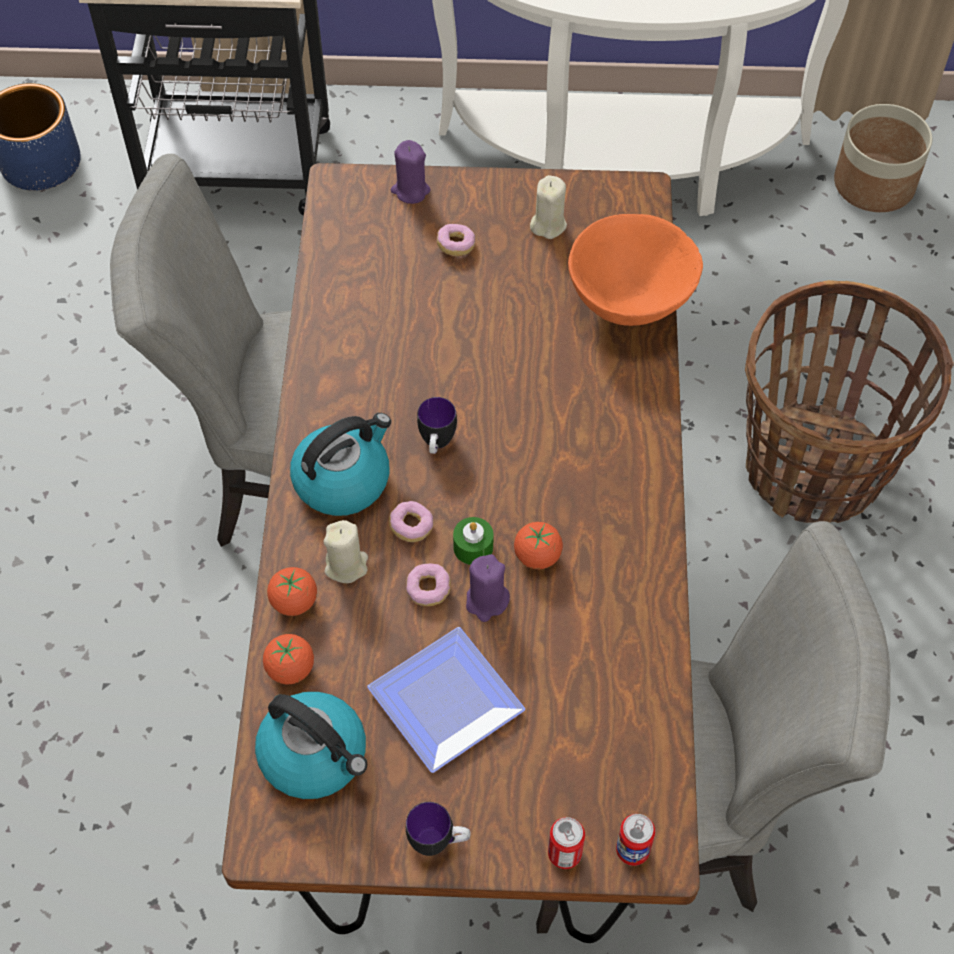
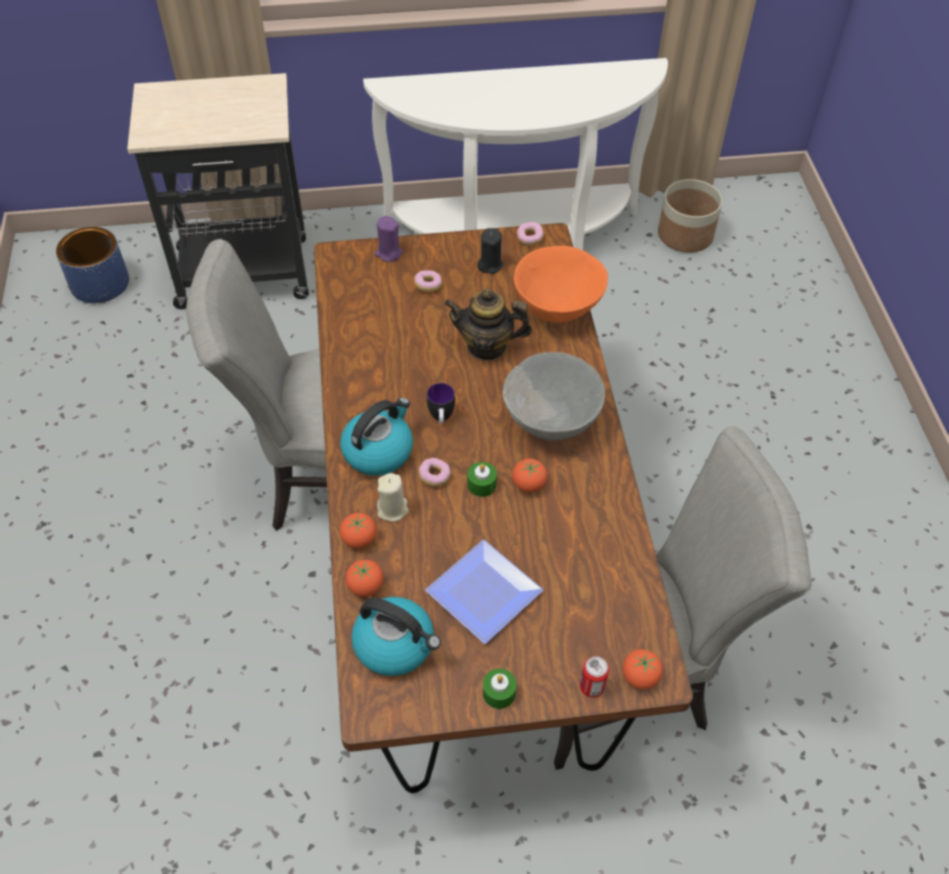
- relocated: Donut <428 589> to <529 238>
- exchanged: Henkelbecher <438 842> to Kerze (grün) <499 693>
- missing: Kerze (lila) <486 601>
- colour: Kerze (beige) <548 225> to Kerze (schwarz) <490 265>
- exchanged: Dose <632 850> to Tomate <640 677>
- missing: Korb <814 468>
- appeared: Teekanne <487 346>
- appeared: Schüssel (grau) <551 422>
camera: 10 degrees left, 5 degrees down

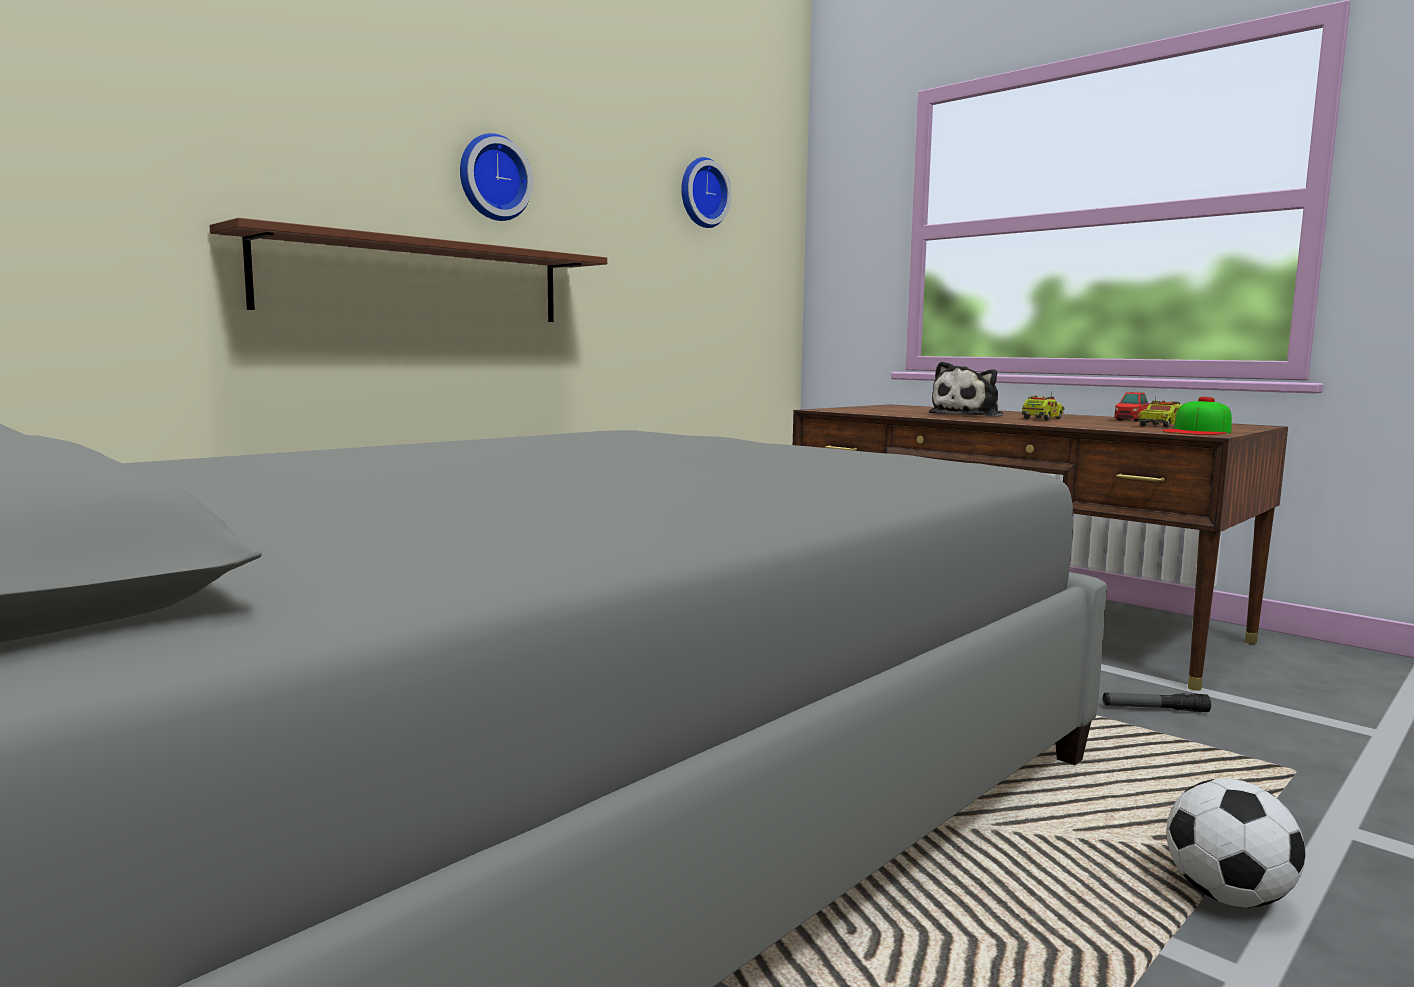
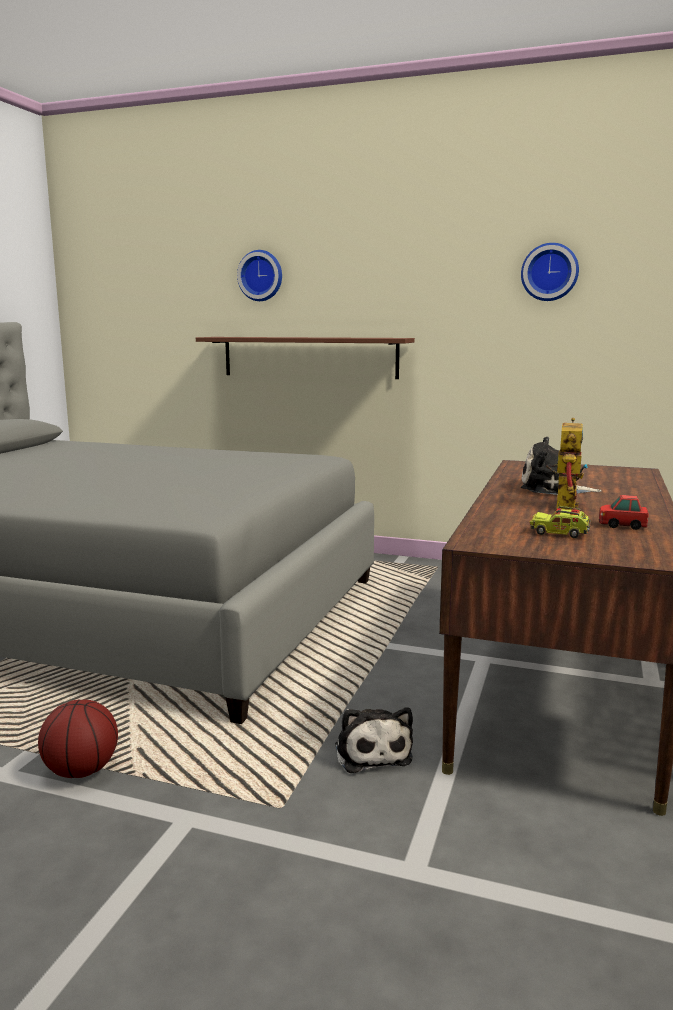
- relocated: Wanduhr <492 178> to <261 276>
- exchanged: Spielzeuglaster <1042 418> to Spielzeugroboter <563 504>
- exchanged: Taschenlampe <1154 709> to Plüschtier <372 752>
- missing: Kappe <1198 431>
- exchanged: Fußball <1227 896> to Basketball <81 770>
camera: 65 degrees right, 5 degrees up

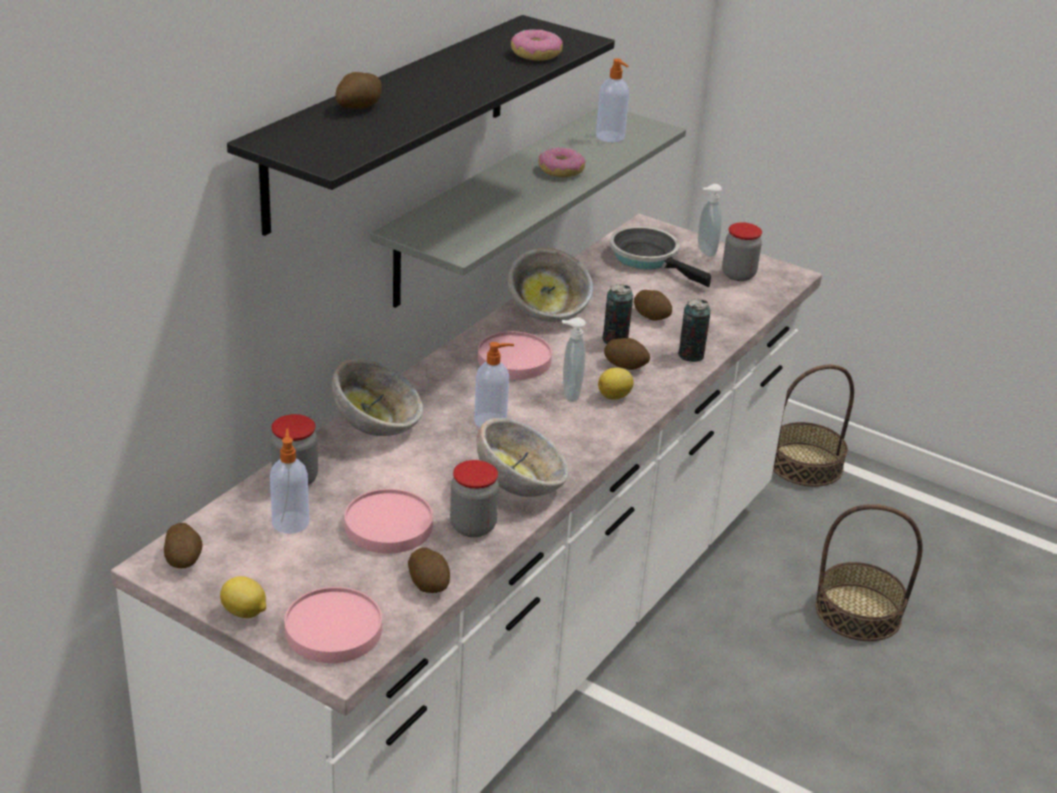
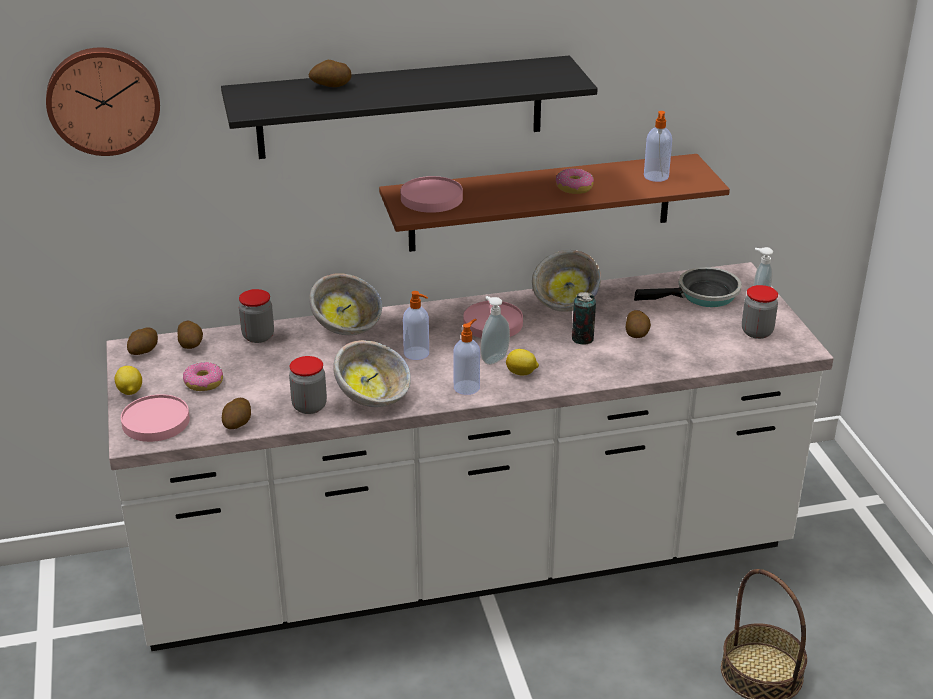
- relocated: Seifenspender <290 522> to <467 387>
- relocated: Teller (rosa) <389 526> to <431 198>
- colour: Wandregal (grau) <495 203> to Wandregal (braun) <540 203>
- relocated: Donut <535 54> to <203 383>
- relocated: Kartoffel <626 365> to <191 344>
- spun: Pfanne <648 258> = <702 295> 75 degrees clockwise
- missing: Dose <691 355>
- missing: Korb <805 464>
- appeared: Wanduhr <103 100>
camera: 45 degrees right, 0 degrees up

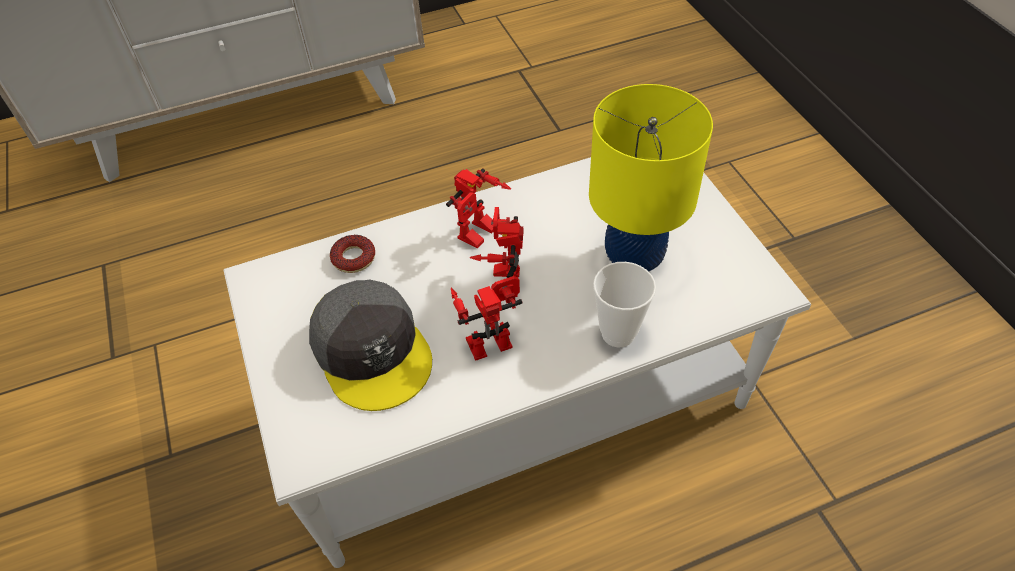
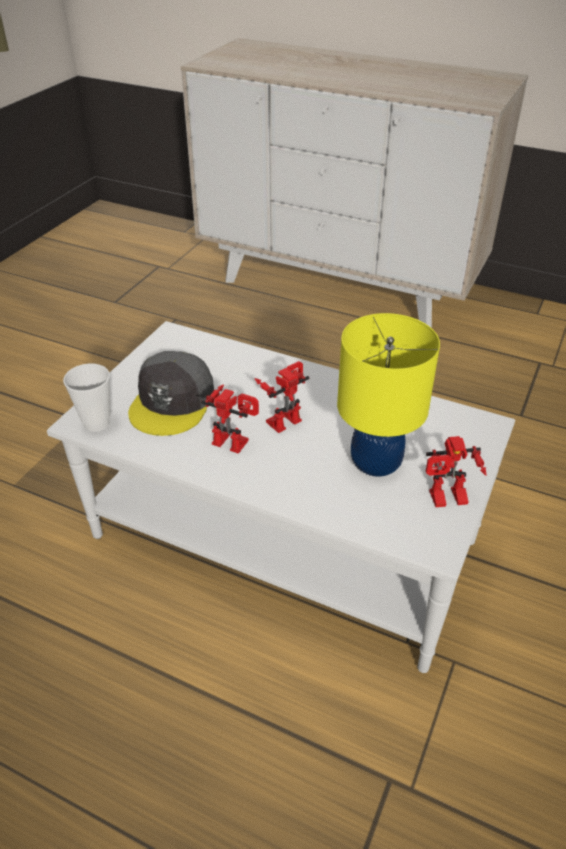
- missing: Donut <353 258>
- relocated: Spielzeugroboter <480 236> to <447 501>
- relocated: Tasse <618 333> to <96 423>
camera: 45 degrees right, 10 degrees down

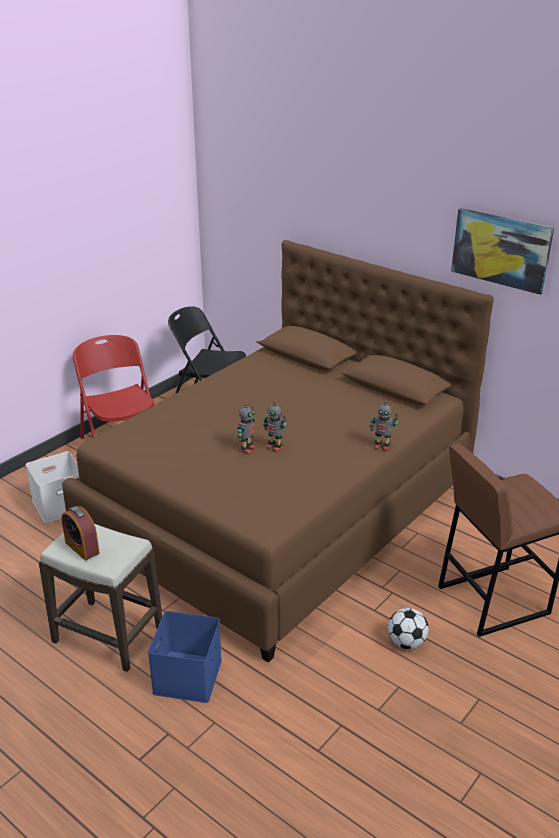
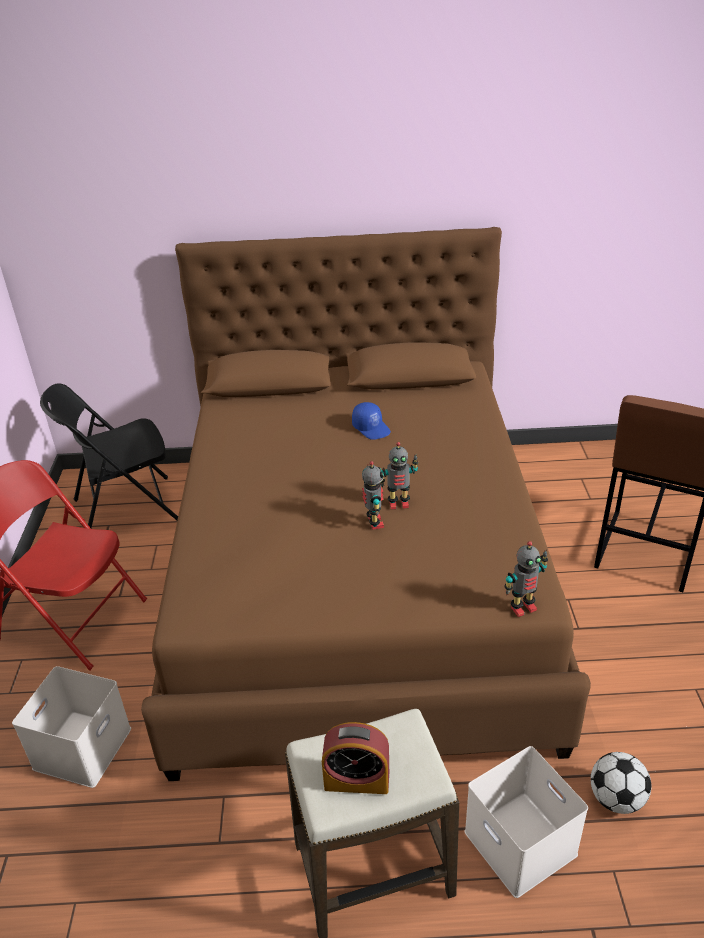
- colour: Aufbewahrungsbox (blau) <188 677> to Aufbewahrungsbox (weiß) <523 843>
- relocated: Spielzeugroboter <382 447> to <522 607>
- relocated: Fußball <406 642> to <616 799>
- missing: Bild <501 250>
- appeared: Kappe (blau) <372 428>
camera: 40 degrees left, 5 degrees up

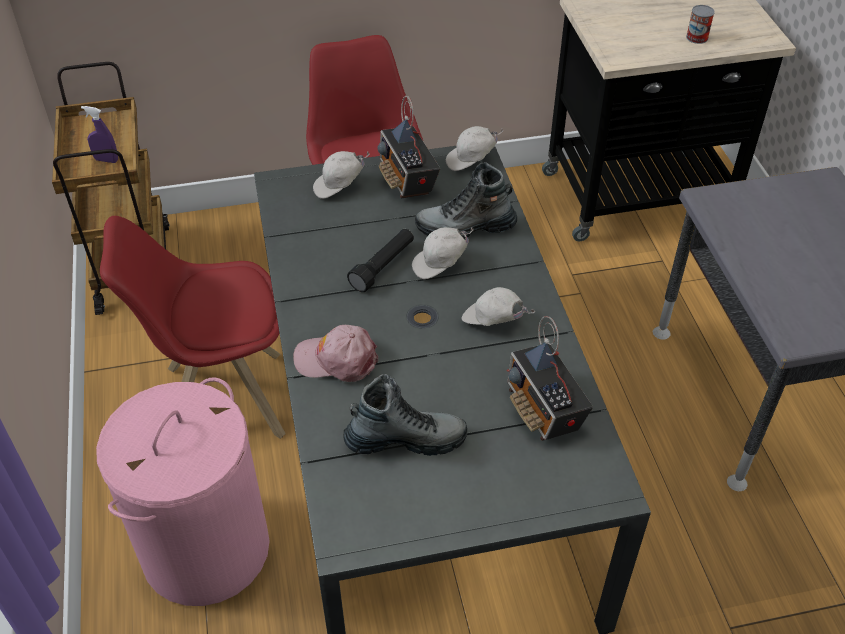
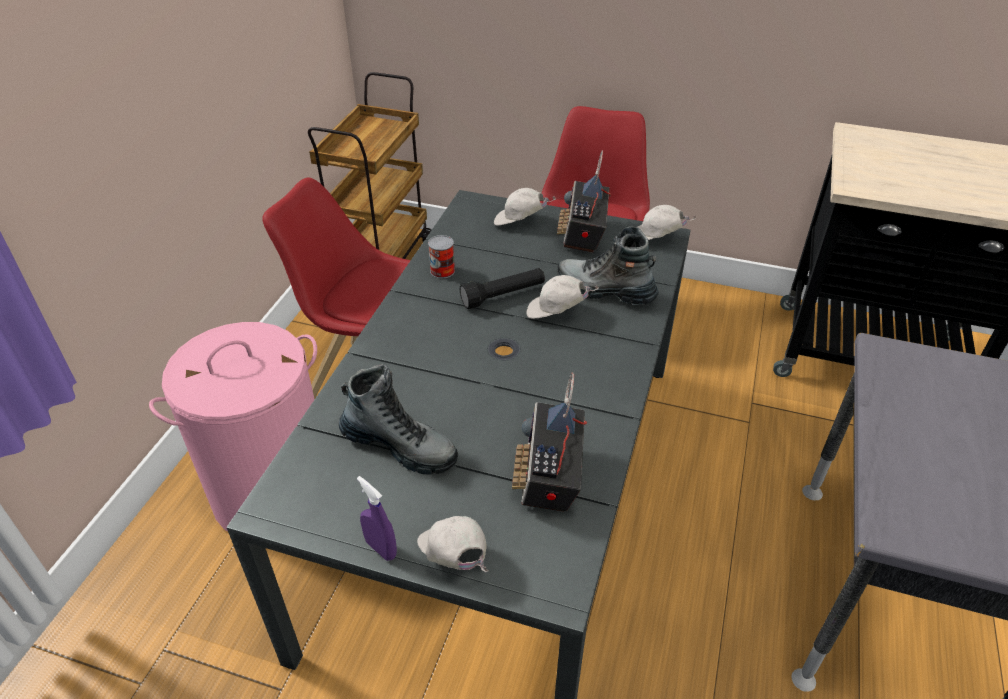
- relocated: Sprühflasche (lila) <106 160> to <381 548>
- missing: Kappe (rosa) <337 359>
- relocated: Kappe (weiß) <493 322> to <454 557>
- relocated: Dose <697 37> to <442 270>
camera: 30 degrees right, 5 degrees down

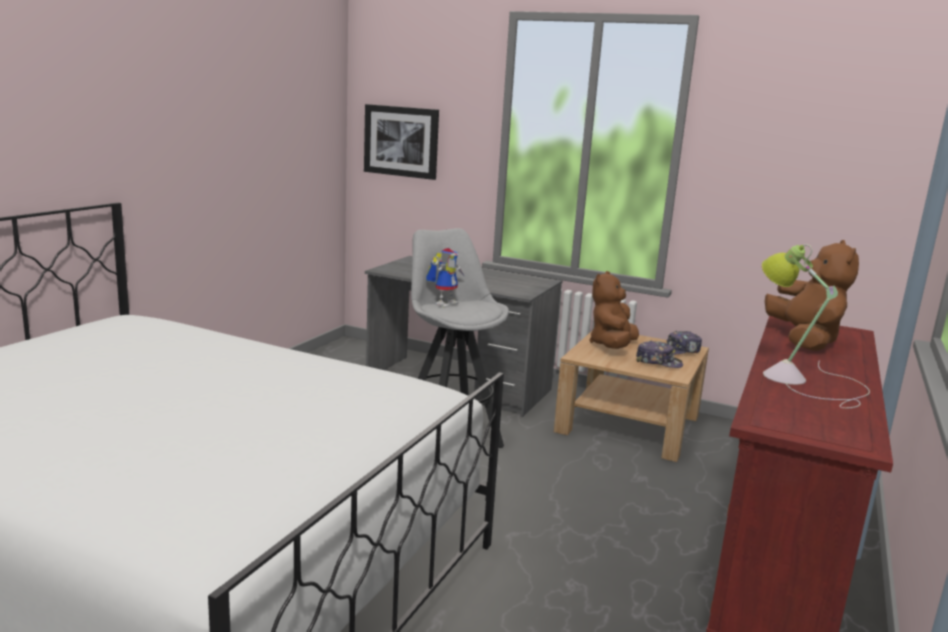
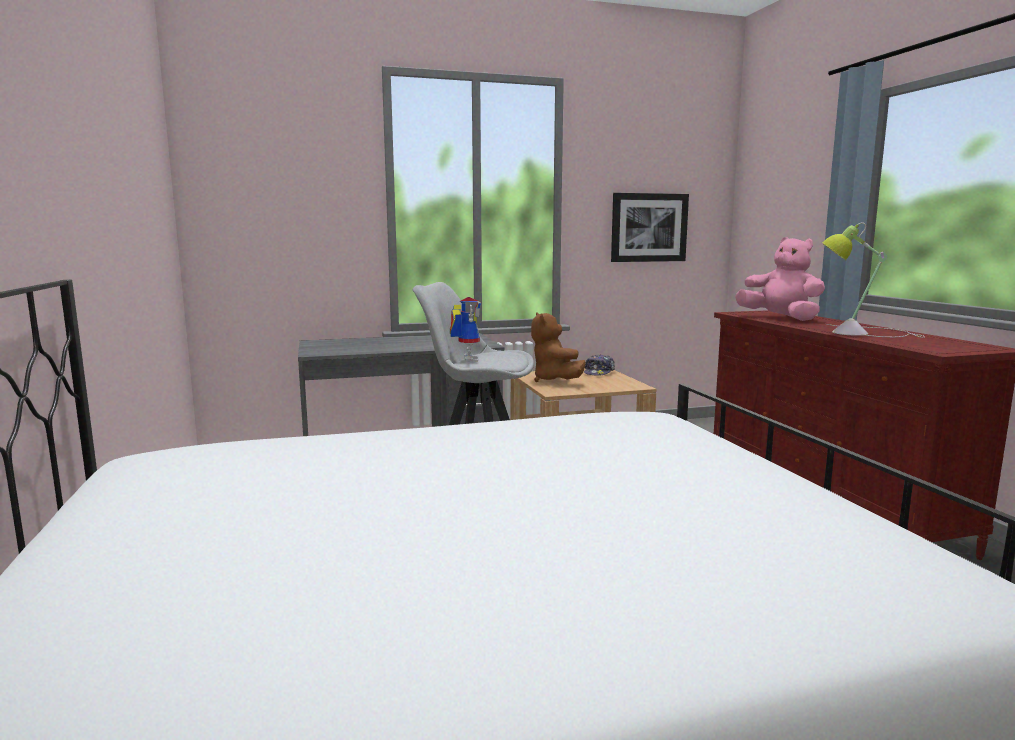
- relocated: Bild <401 141> to <649 227>
- missing: Kappe <658 362>
- colour: Plüschtier (braun) <804 340> to Plüschtier (rosa) <780 318>
camera: 40 degrees left, 5 degrees down

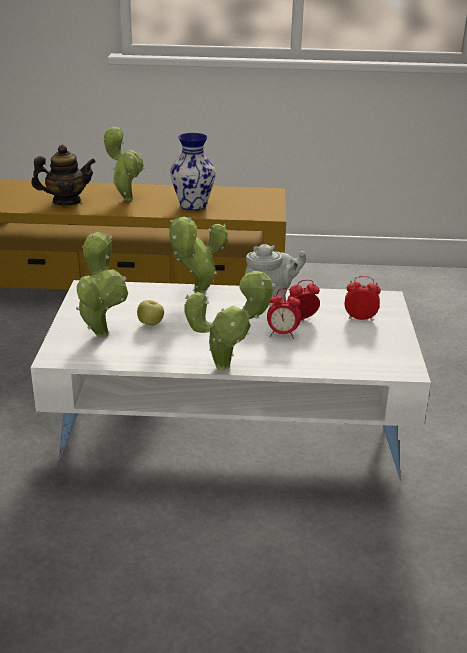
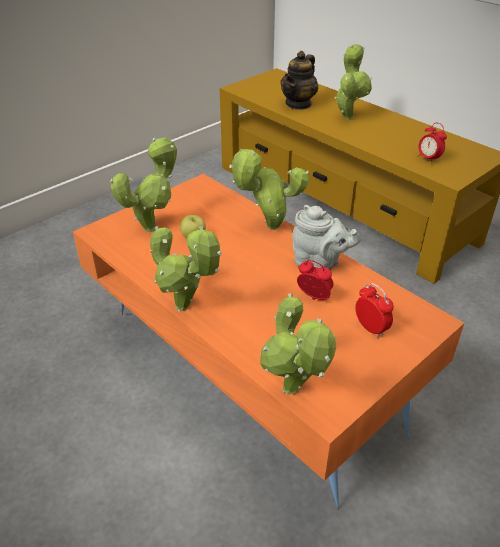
- colour: Couchtisch (weiß) <230 441> to Couchtisch (orange) <248 371>
- spun: Teekanne <66 201> = <298 104> 90 degrees clockwise
- missing: Vase <194 206>
- relocated: Wecker <282 334> to <428 159>
- appeared: Topfpflanze <293 393>
camera: 45 degrees right, 10 degrees up

